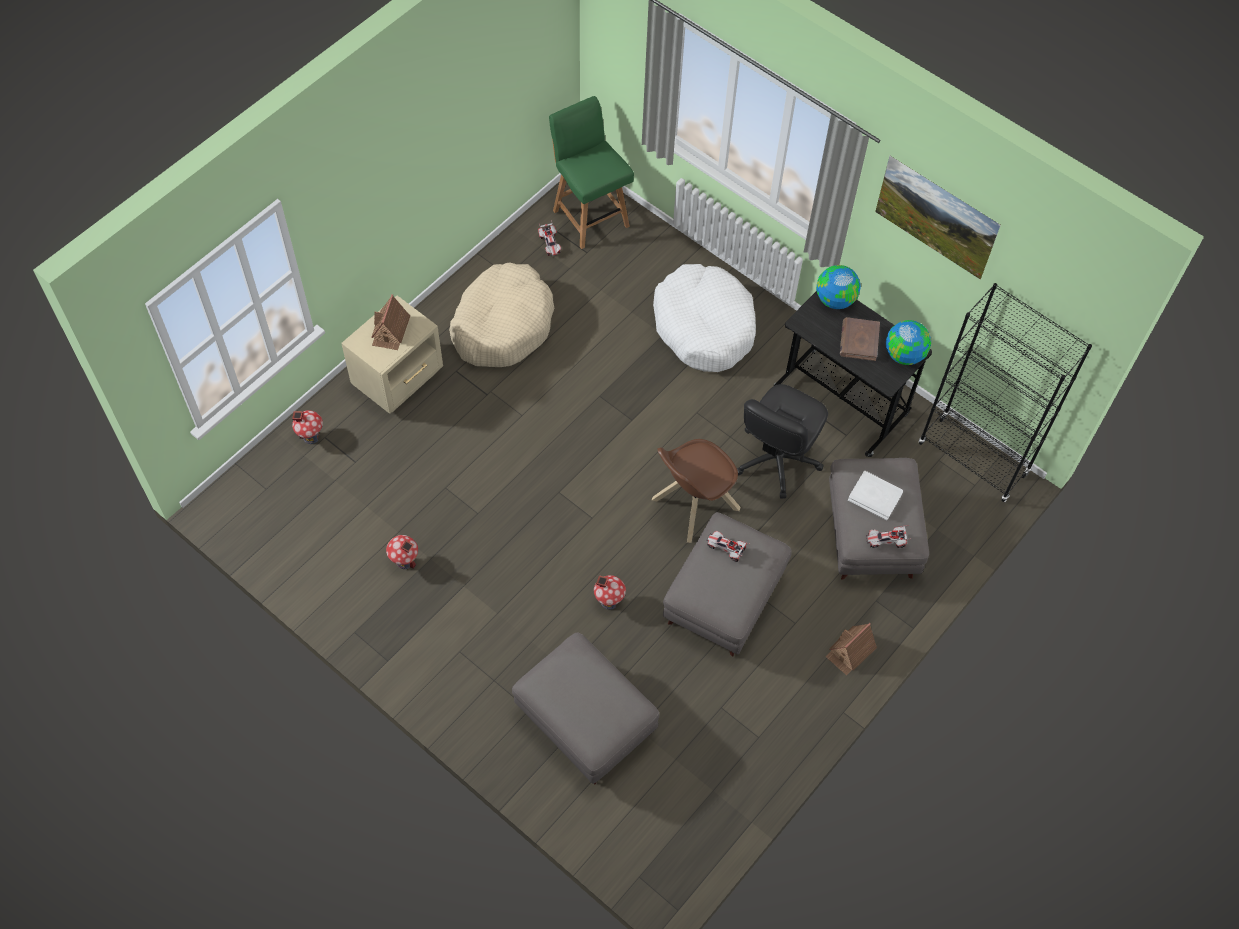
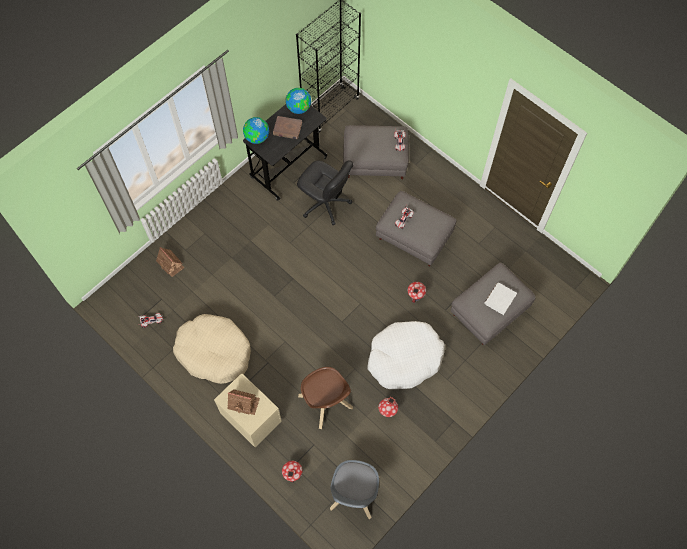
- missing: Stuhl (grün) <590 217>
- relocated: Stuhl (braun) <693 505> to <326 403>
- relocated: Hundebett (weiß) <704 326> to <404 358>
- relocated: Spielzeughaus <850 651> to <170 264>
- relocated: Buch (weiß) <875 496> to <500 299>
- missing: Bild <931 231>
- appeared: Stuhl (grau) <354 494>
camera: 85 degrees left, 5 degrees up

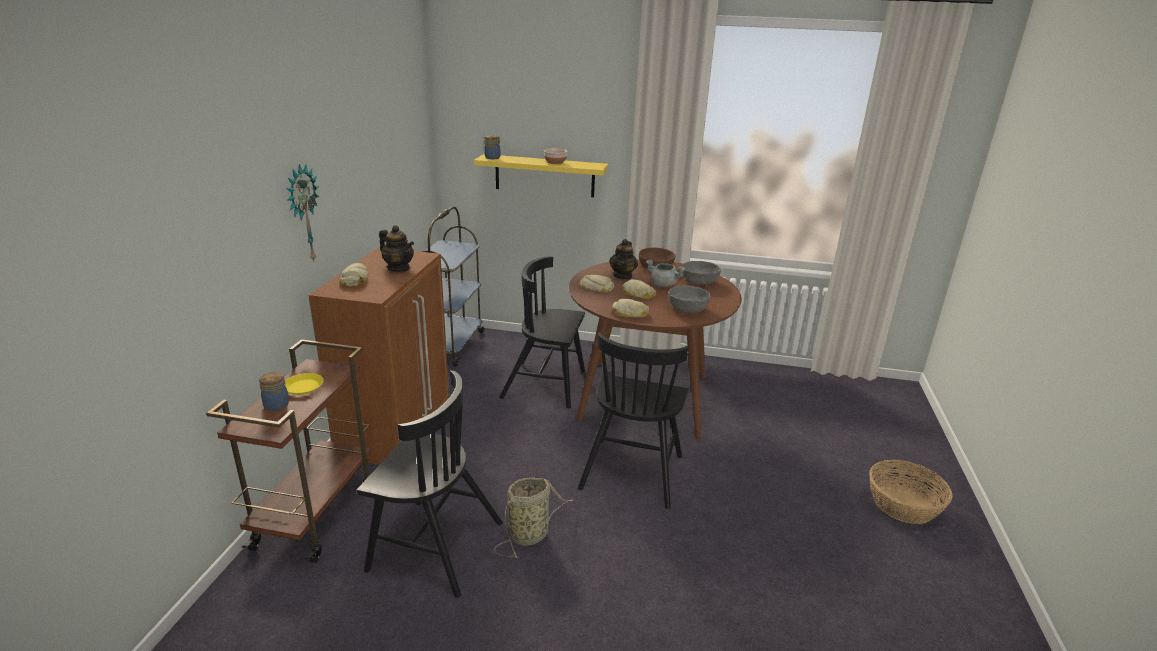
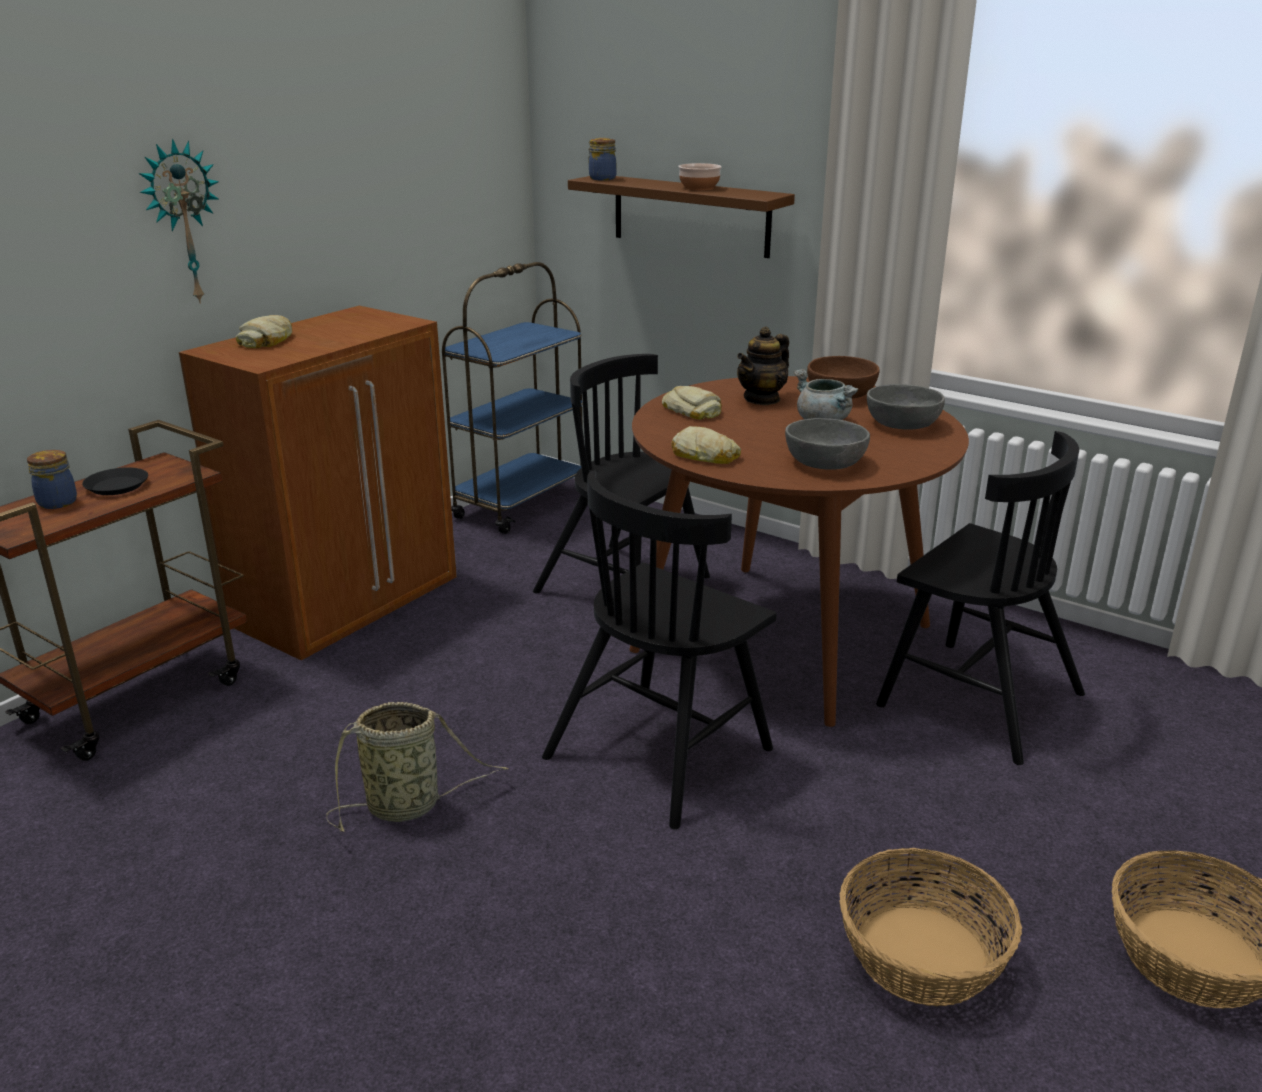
- colour: Teller (gelb) <304 387> to Teller (schwarz) <117 486>
- relocated: Stuhl (schwarz) <429 543> to <969 695>
- missing: Teekanne <399 268>
- colour: Wandregal (gelb) <544 175> to Wandregal (braun) <690 215>
- missing: Brot <638 294>
- appeared: Korb <920 954>
camera: 25 degrees right, 0 degrees up

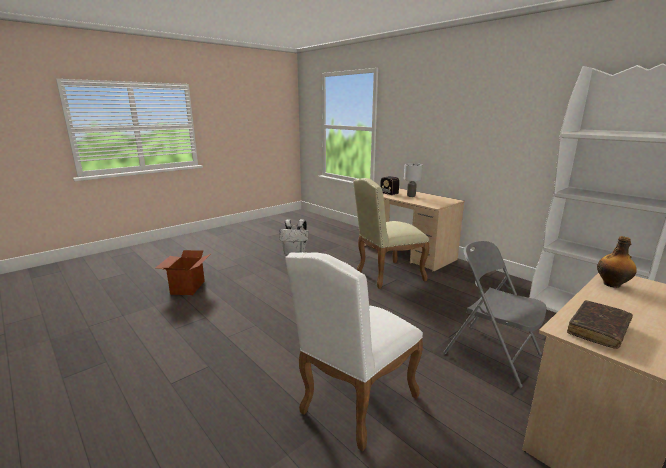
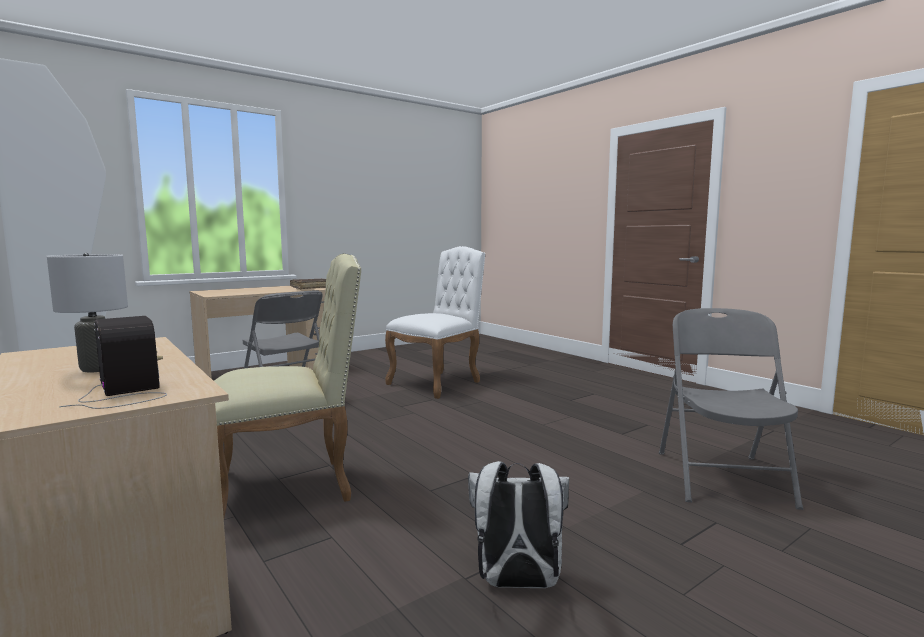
- exchanged: Karton <187 287> to Stuhl (grau) <723 478>
- missing: Flasche <612 284>
camera: 175 degrees left, 10 degrees down

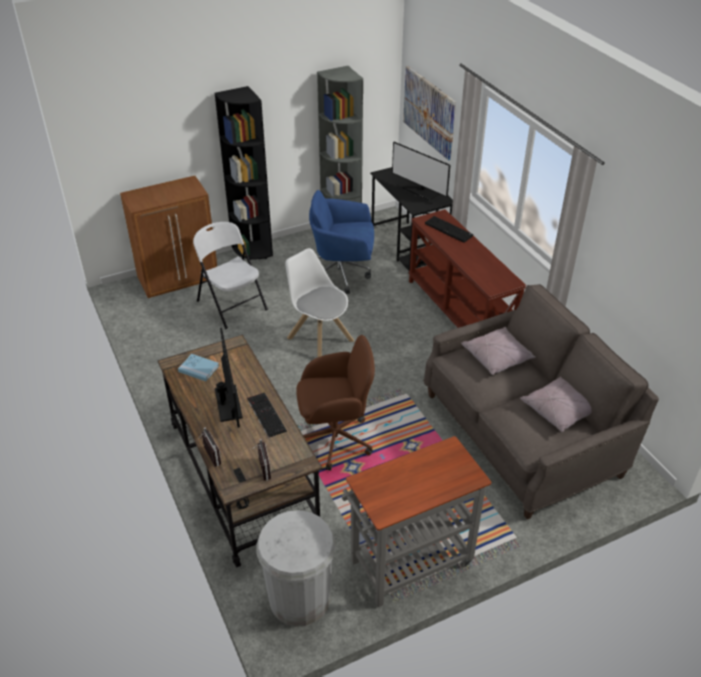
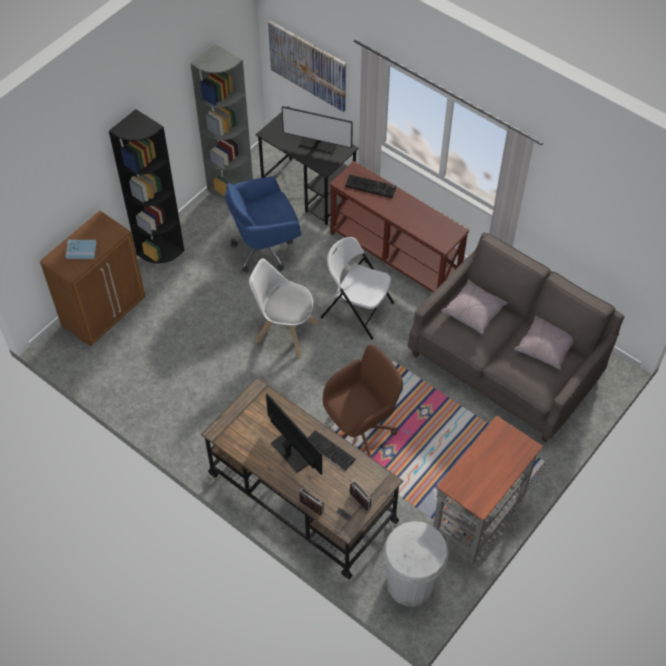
- relocated: Buch (blau) <198 369> to <81 250>
- relocated: Stuhl (weiß) <232 305> to <357 310>
camera: 25 degrees left, 15 degrees up

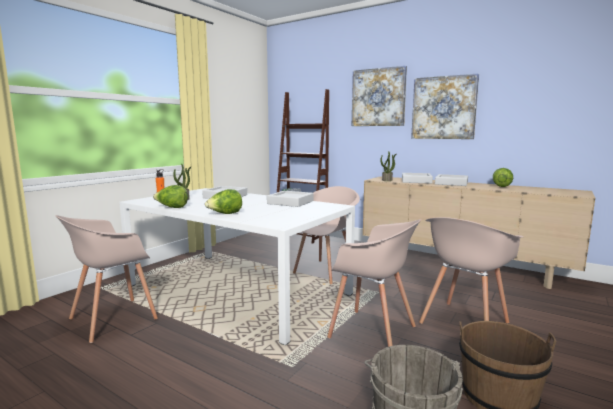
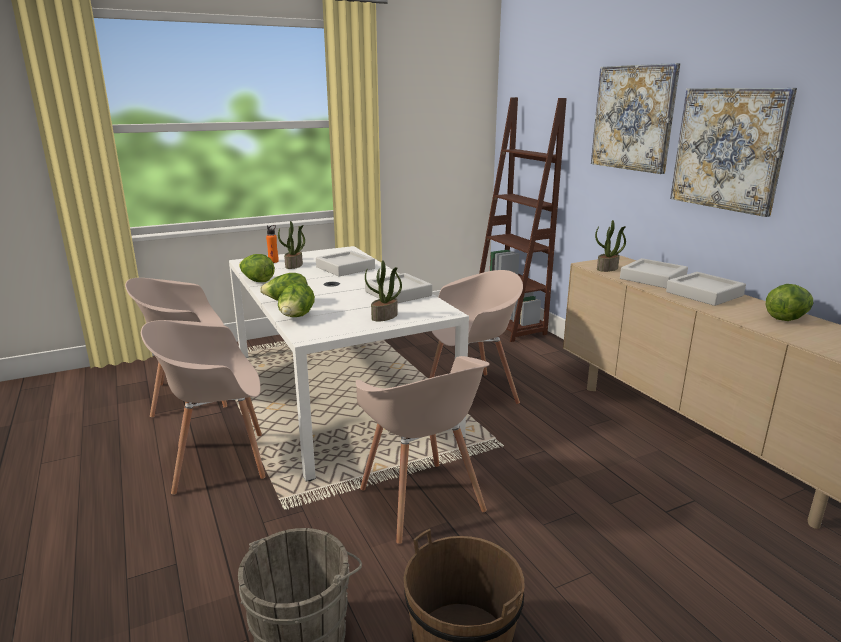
- relocated: Stuhl (beige) <464 324> to <218 462>
- appeared: Salatkopf <296 318>
- appeared: Topfpflanze <384 316>
camera: 30 degrees right, 10 degrees up

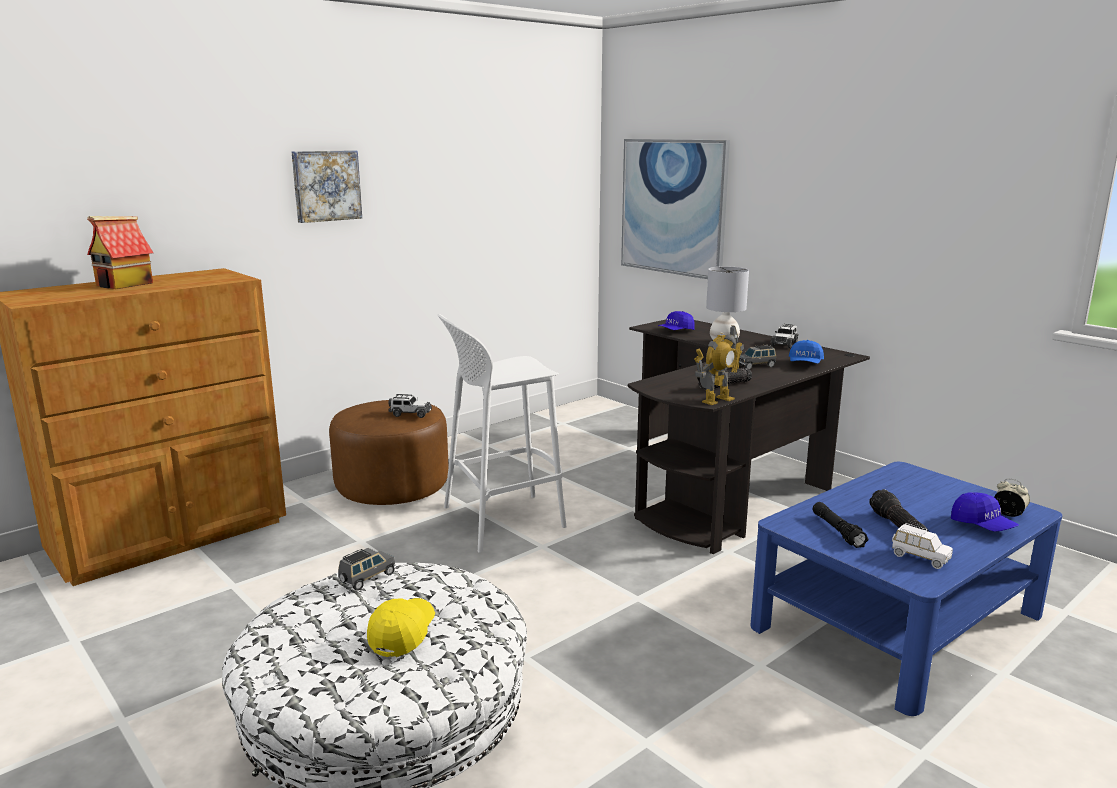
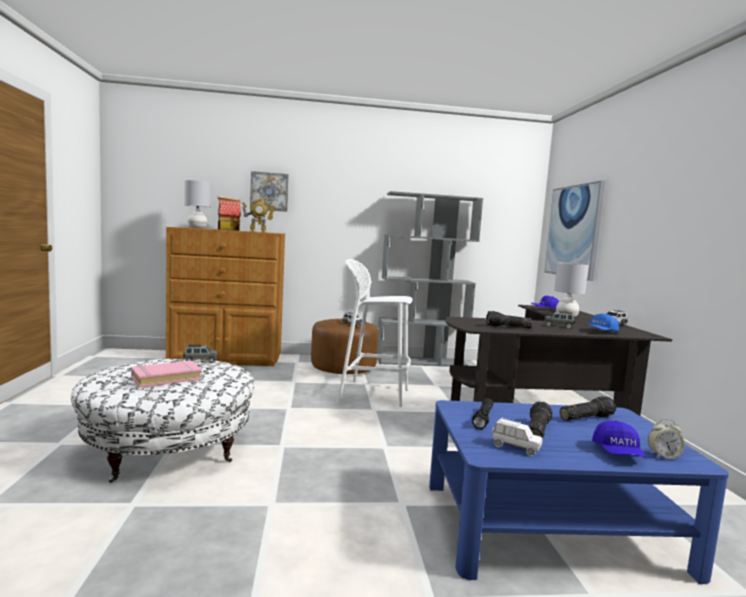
- relocated: Bild <326 185> to <269 191>
- exchanged: Kappe (gelb) <402 634> to Buch (rosa) <166 378>
- relocated: Spielzeugroboter <717 400> to <258 232>
- spun: Spielzeugauto (weiß) <919 558> = <515 447> 45 degrees counterclockwise
- spun: Wecker <1008 514> = <663 456> 105 degrees clockwise
- appeared: Tischlampe (grau) <197 228>
- appeared: Bücherregal (grau) <422 362>
- appeared: Taschenlampe <585 417>
camera: 35 degrees right, 10 degrees down

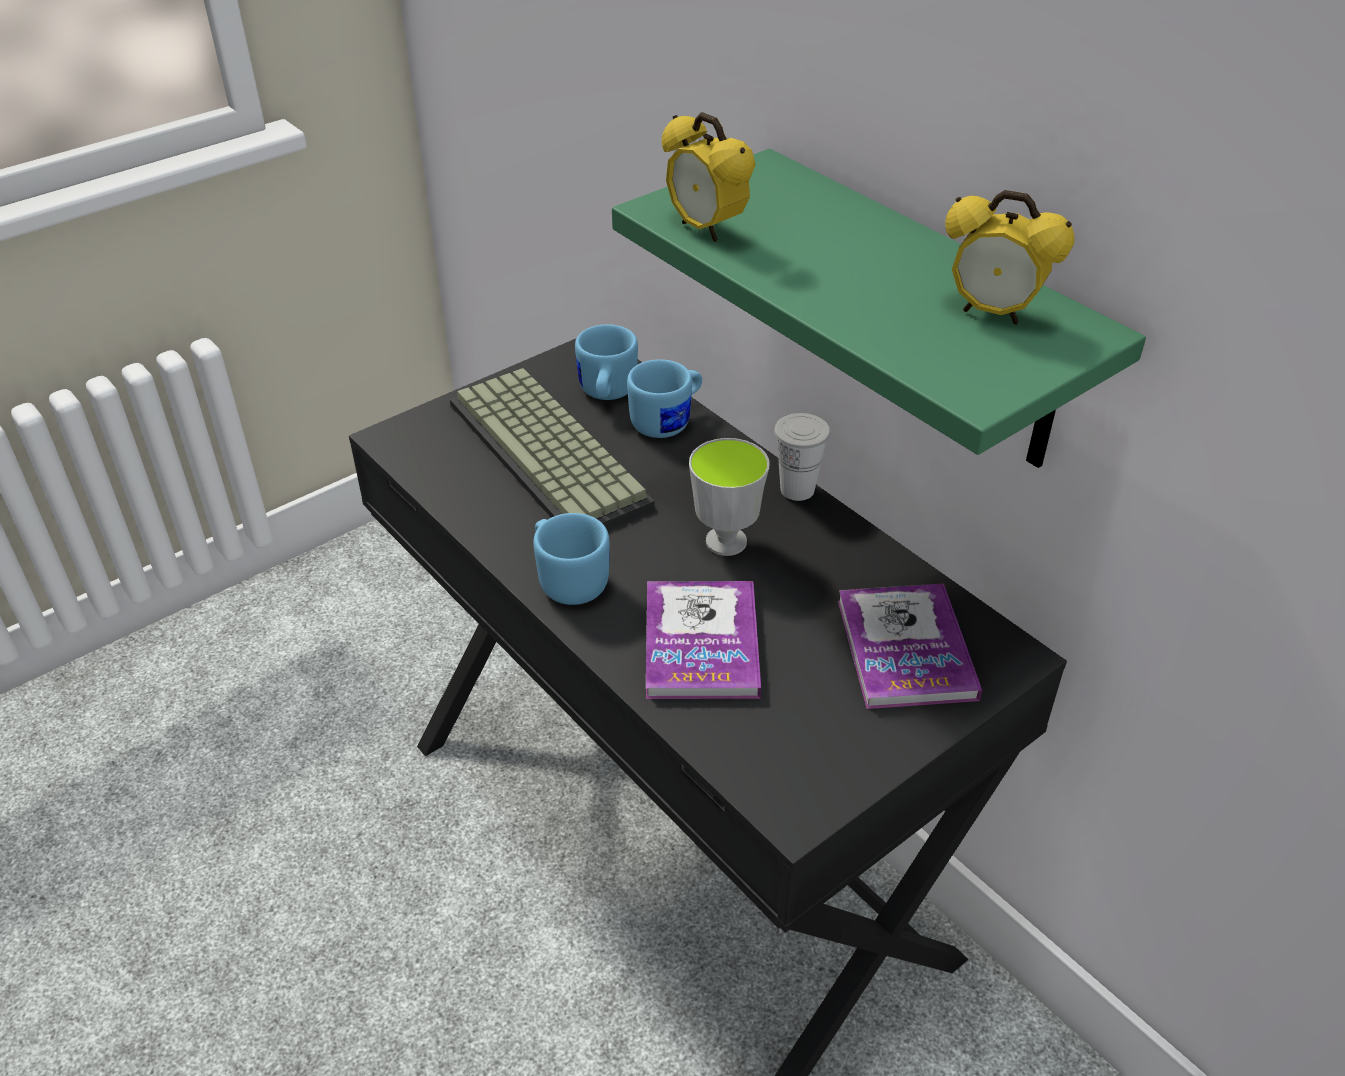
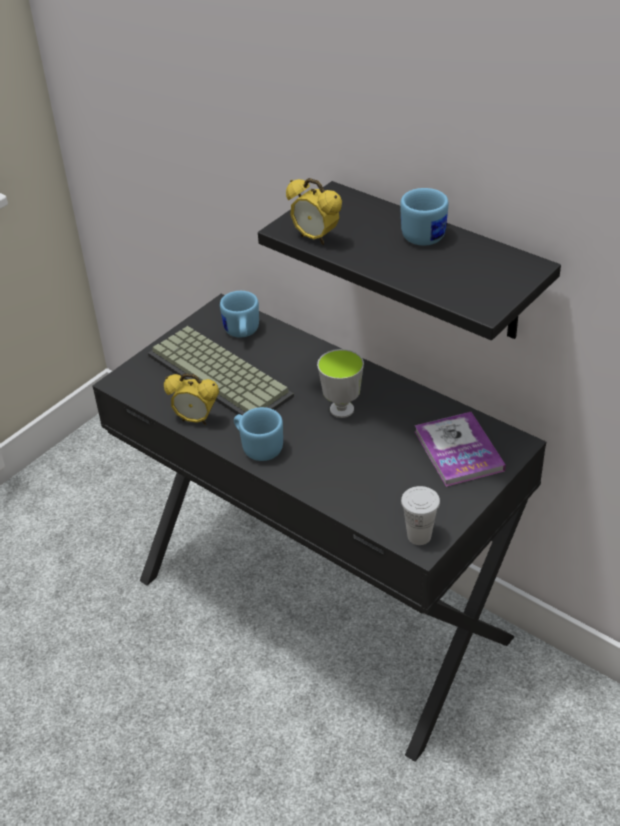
- colour: Wandregal (grün) <924 313> to Wandregal (schwarz) <438 263>
- relocated: Henkelbecher (blau) <668 421> to <428 234>
- missing: Buch <701 643>
- relocated: Tasse (weiß) <797 489> to <419 536>
- relocated: Wecker <993 313> to <195 420>
camera: 10 degrees left, 0 degrees up

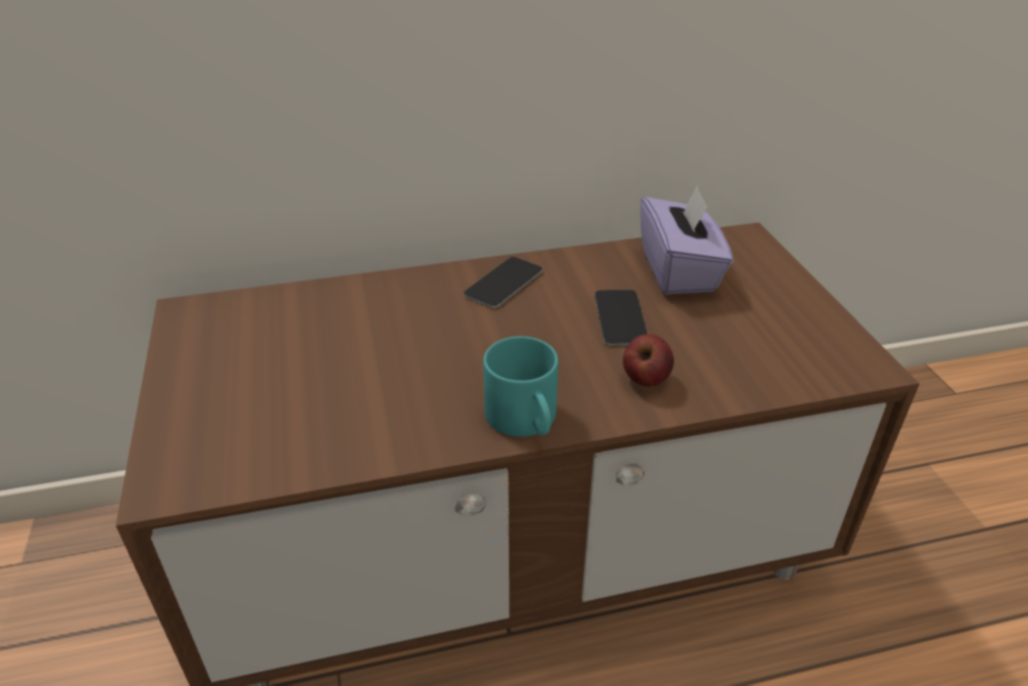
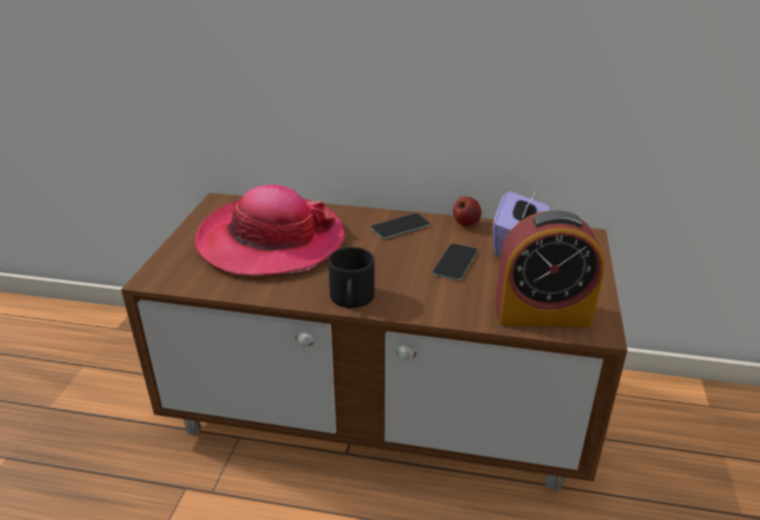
- colour: Henkelbecher (türkis) <527 420> to Henkelbecher (schwarz) <352 300>
- relocated: Apfel <645 379> to <466 223>
- appeared: Hut <271 240>
- appeared: Wecker <542 314>
camera: 25 degrees right, 5 degrees down

